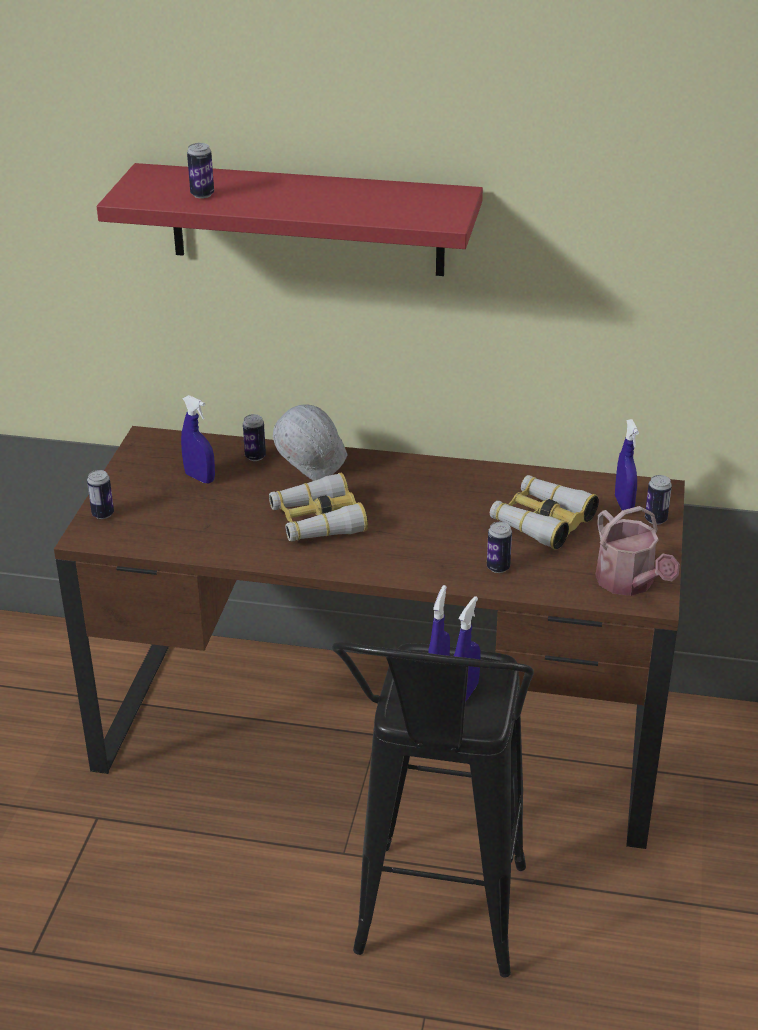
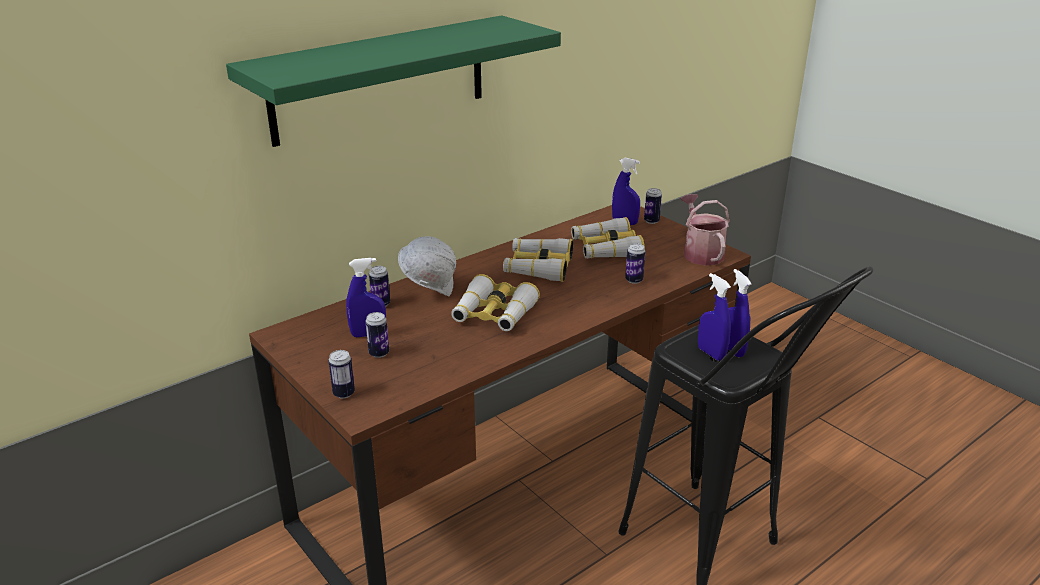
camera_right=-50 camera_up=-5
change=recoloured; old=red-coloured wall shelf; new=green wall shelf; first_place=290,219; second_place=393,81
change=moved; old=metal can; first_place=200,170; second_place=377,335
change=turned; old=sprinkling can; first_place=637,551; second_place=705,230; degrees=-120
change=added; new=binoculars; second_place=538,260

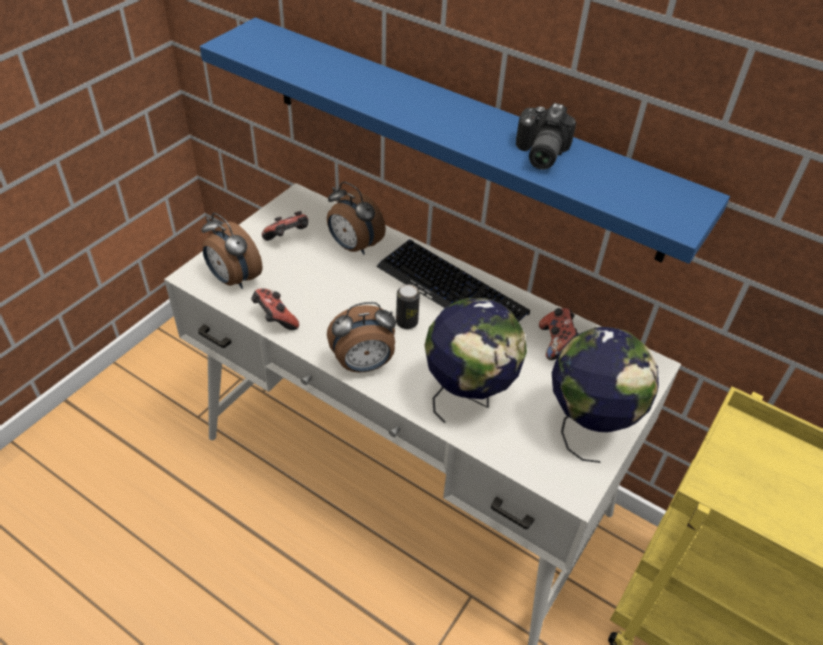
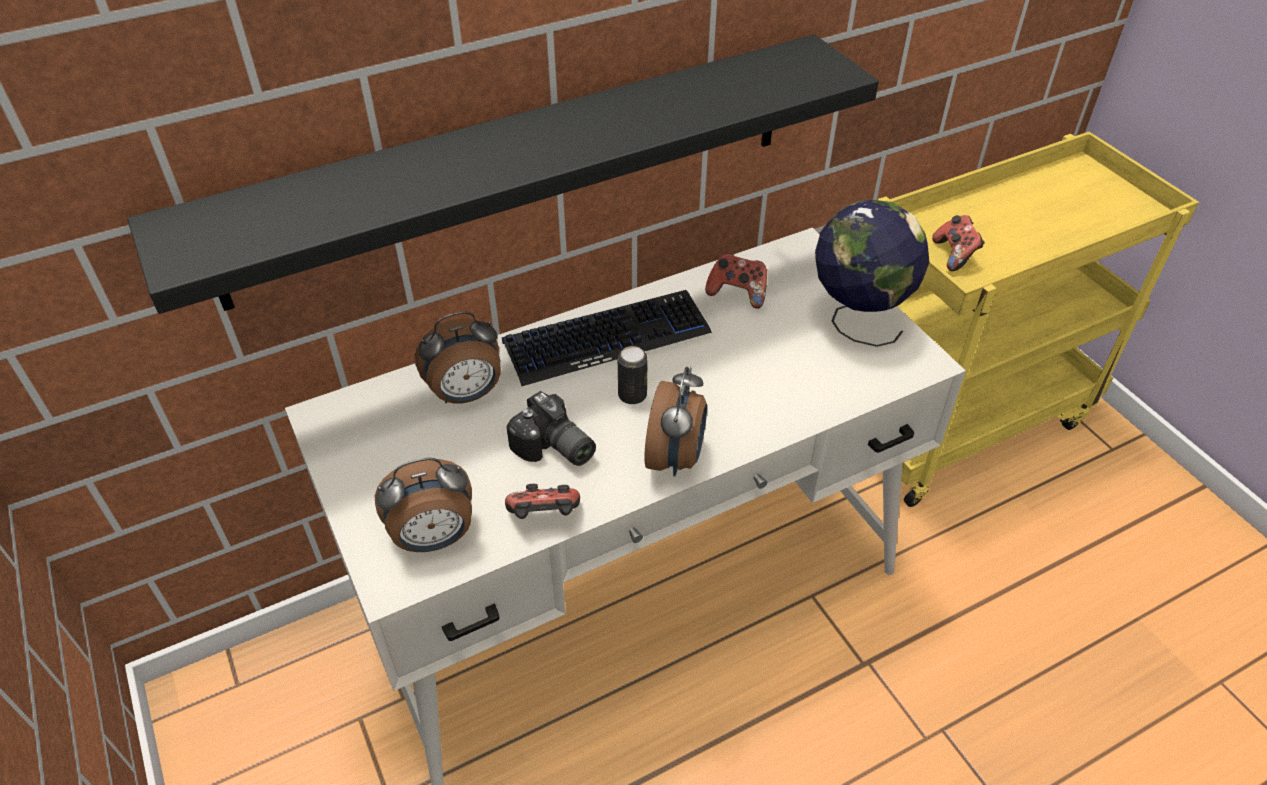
camera_right=-60 camera_up=0
change=recoloured; old=blue-coloured wall shelf; new=black wall shelf; first_place=465,141; second_place=503,174
change=moved; old=joypad; first_place=285,226; second_place=958,243
change=removed; old=world globe; first_place=475,360
change=moved; old=still camera; first_place=546,136; second_place=551,428

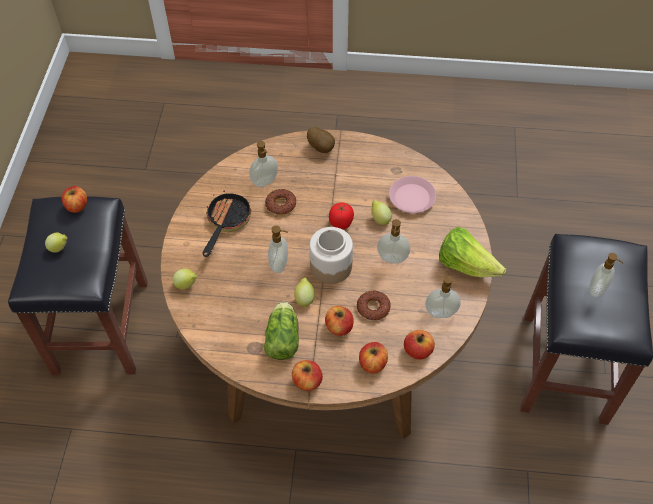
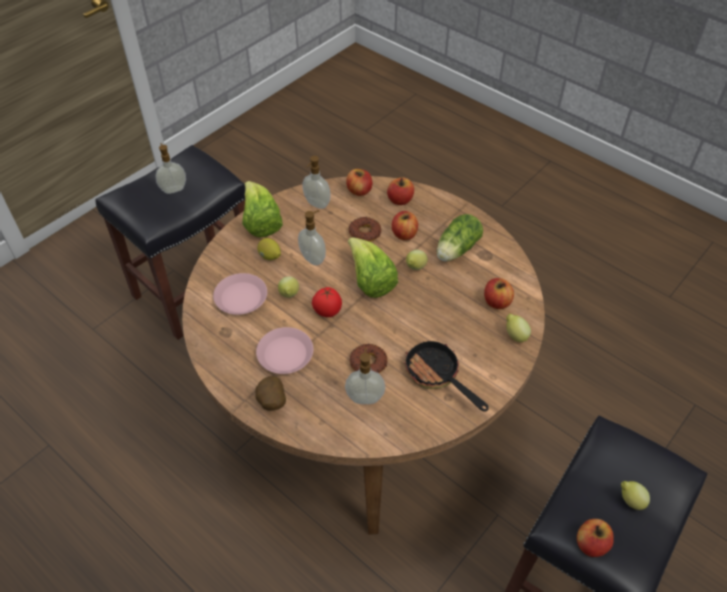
camera_right=-145 camera_up=-5
change=turned; old=frying pan; first_place=227,223; second_place=446,376; degrees=90
change=removed; old=soap bottle; first_place=278,249
change=moved; old=whole apple; first_place=307,375; second_place=499,293
change=replaced; old=storage jar; new=lettuce head; first_place=331,255; second_place=373,267
change=added; new=pink-coloured flat dish; second_place=284,350
change=added; new=whole lemon; second_place=269,249

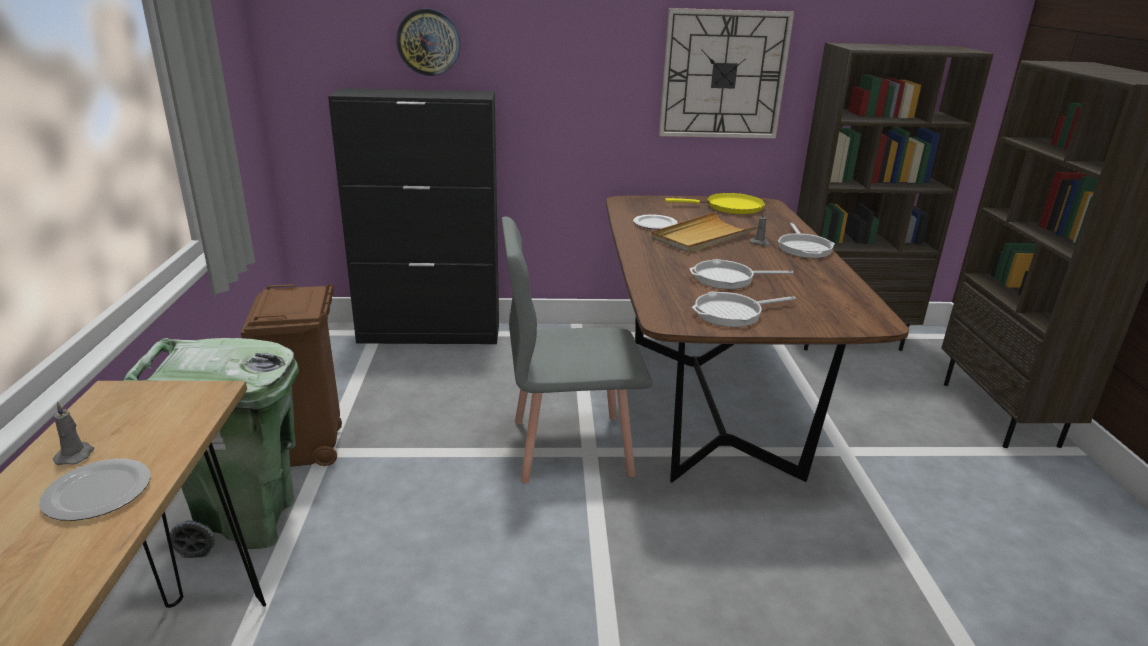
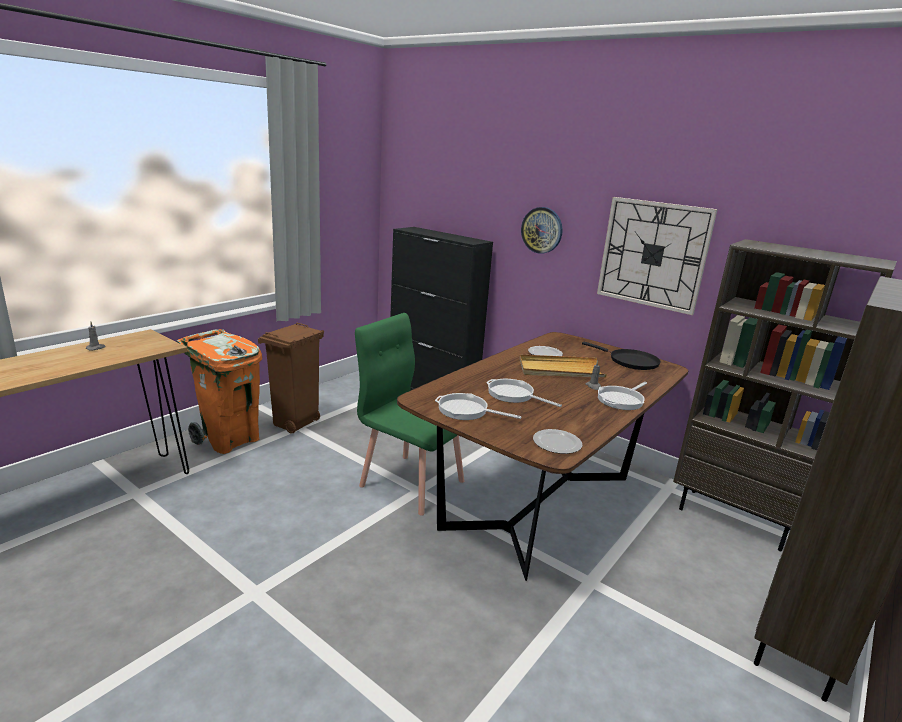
camera_right=40 camera_up=-5
change=moved; old=flat dish; first_place=95,490; second_place=557,441
change=recoloured; old=green waste bin; new=orangey waste bin; first_place=211,448; second_place=219,391
change=moved; old=clock on the wall; first_place=428,42; second_place=542,230
change=recoloured; old=gray chair; new=green chair; first_place=577,349; second_place=409,414
change=recoloured; old=yellowish frying pan; new=black frying pan; first_place=715,203; second_place=621,356

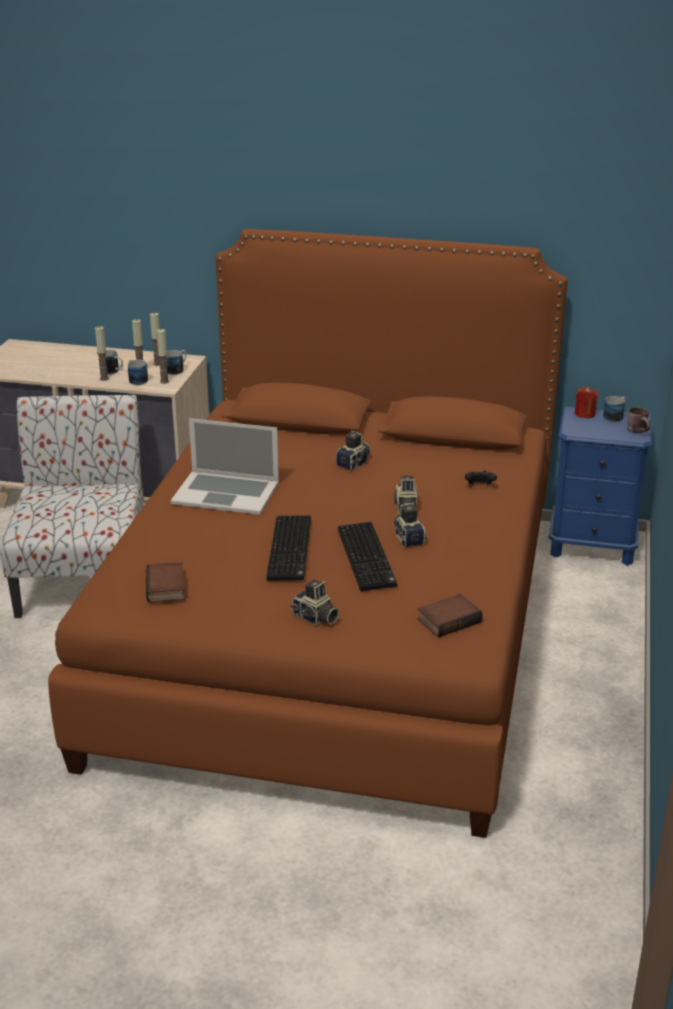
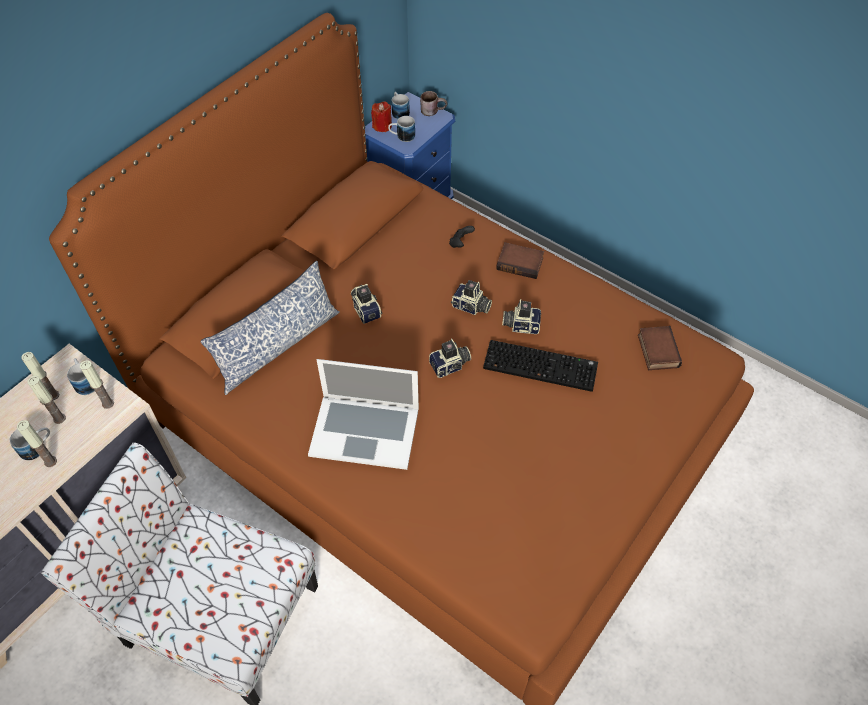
camera_right=-65 camera_up=25
change=moved; old=coffee mug; first_place=138,372; second_place=401,129
change=moved; old=volume; first_place=165,582; second_place=520,260
change=turned; old=laptop; first_place=225,466; second_place=363,414; degrees=60
change=removed; old=keyboard; first_place=288,548
change=moved; old=still camera; first_place=315,602; second_place=450,358
change=added; new=cushion; second_place=270,328

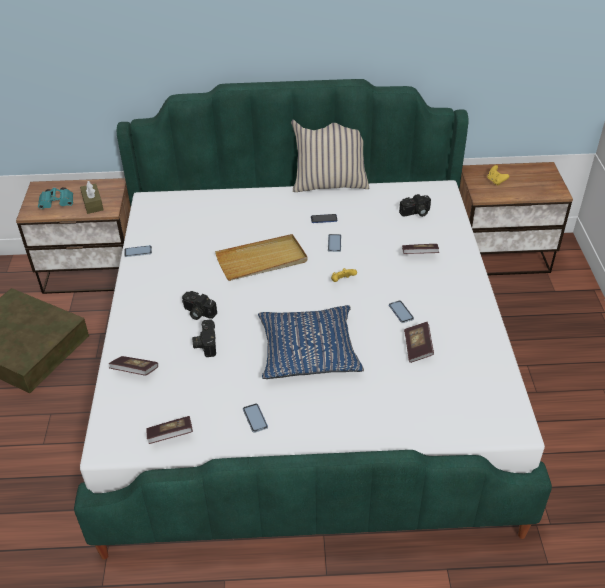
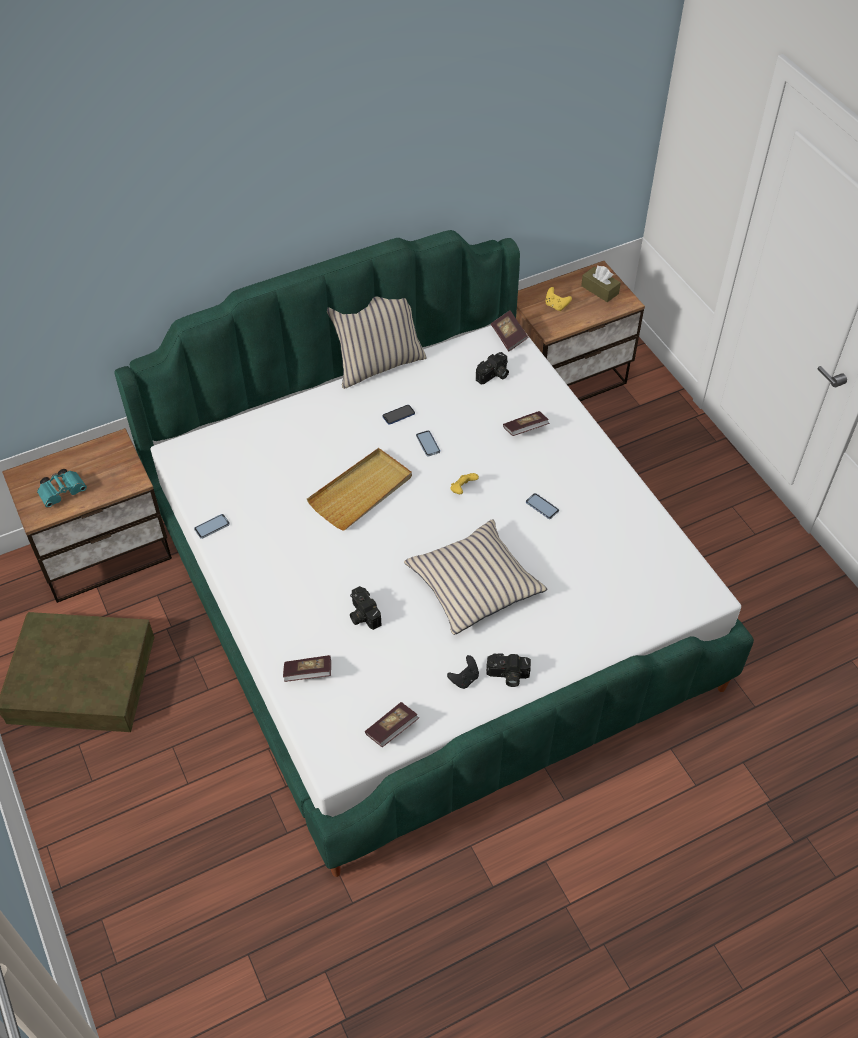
camera_right=-25 camera_up=10
change=moved; old=brown tissue box; first_place=92,197; second_place=601,284
change=moved; old=still camera; first_place=199,305; second_place=508,670
change=replaced; old=telephone; new=black joypad; first_place=255,418; second_place=463,672
change=recoloured; old=blue-coloured cushion; new=sand-coloured cushion; first_place=311,342; second_place=476,577
change=moved; old=volume; first_place=419,342; second_place=510,330

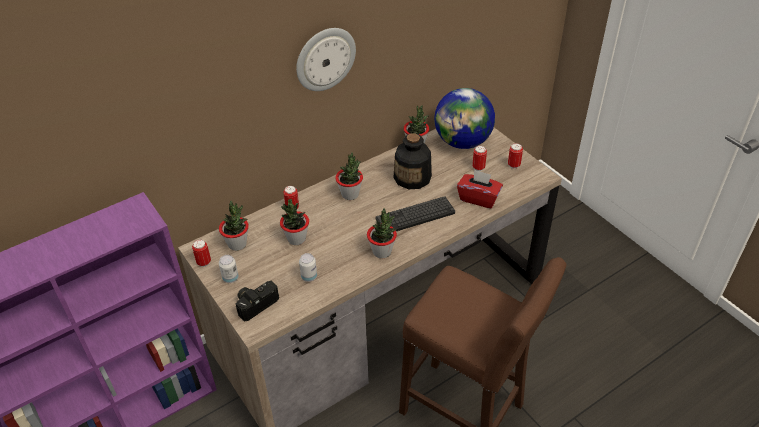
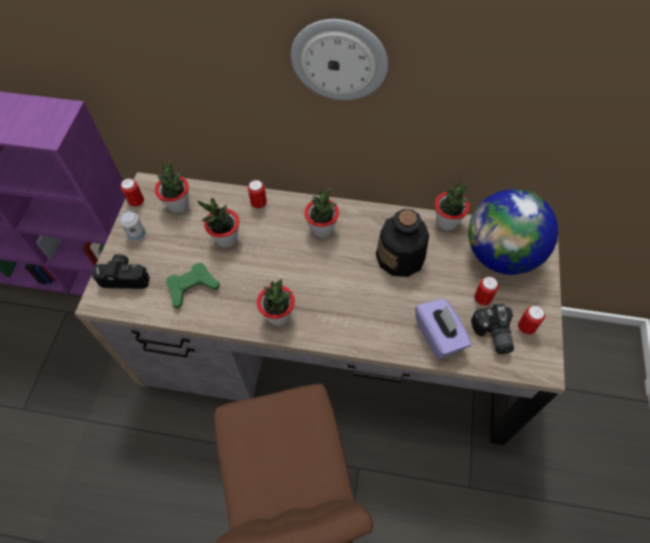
camera_right=45 camera_up=15
change=replaced; old=metal can; new=green joypad; first_place=308,267; second_place=193,286
change=removed; old=keyboard; first_place=415,213
change=recoloured; old=red-coloured tissue box; new=purple-coloured tissue box; first_place=480,189; second_place=443,328
change=added; new=still camera; second_place=492,329

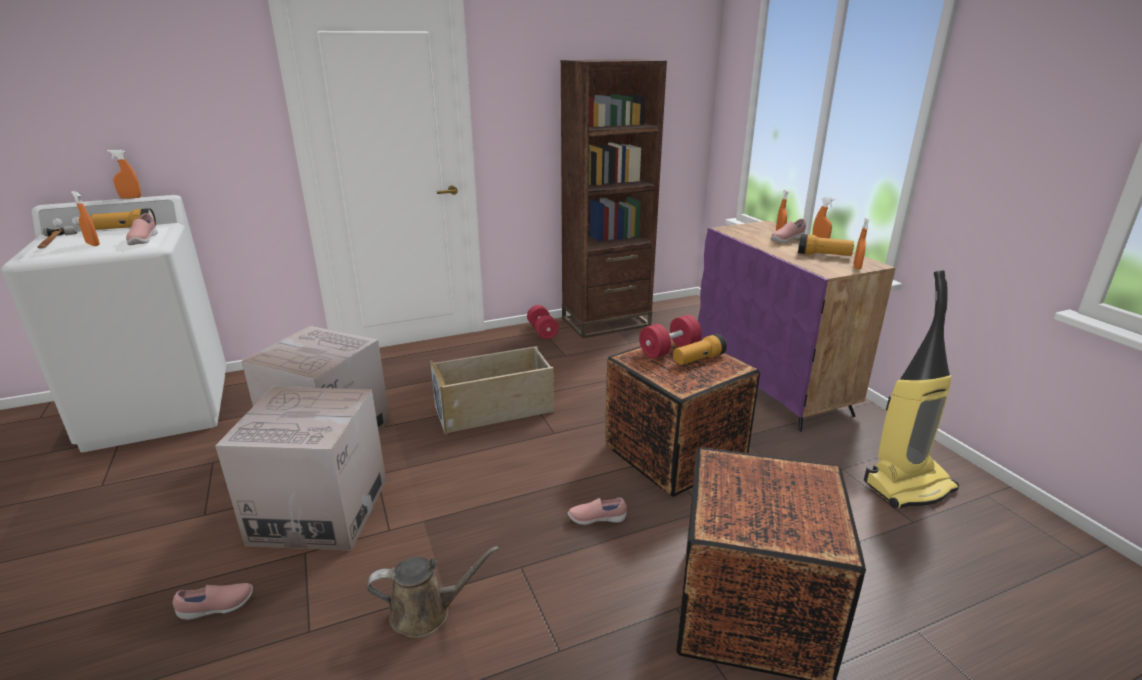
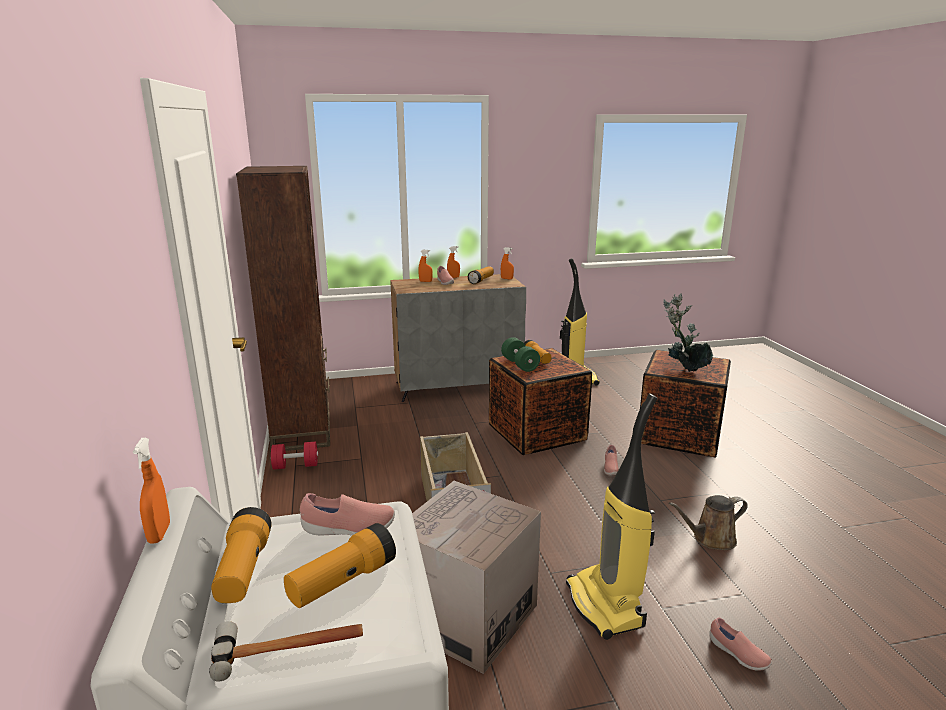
camera_right=-80 camera_up=-5
change=replaced; old=orangey sprayer; new=hand torch; first_place=85,218; second_place=340,565
change=turned; old=pink-coloured item of footwear; first_place=213,601; second_place=740,644; degrees=150
change=replaced; old=packing box; new=vacuum cleaner; first_place=300,468; second_place=612,517
change=turned; old=brown sprinkling can; first_place=433,592; second_place=708,522; degrees=-105
change=recoloured; old=red-coloured dumbbell; new=green dumbbell; first_place=670,336; second_place=520,354
change=recoloured; old=purple-coloured cabinet; new=gray cabinet; first_place=796,326; second_place=458,338
change=added; new=plant in a pot; second_place=688,333

